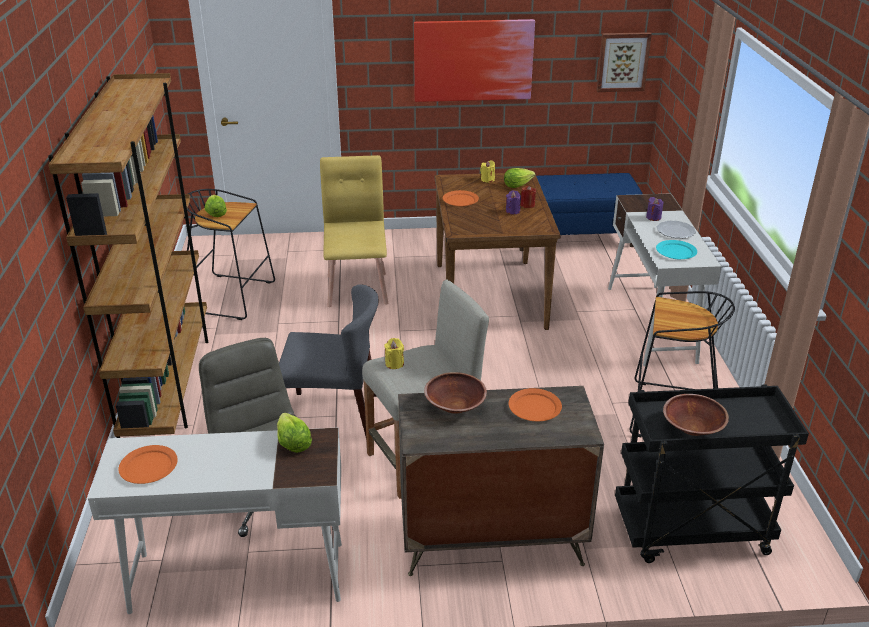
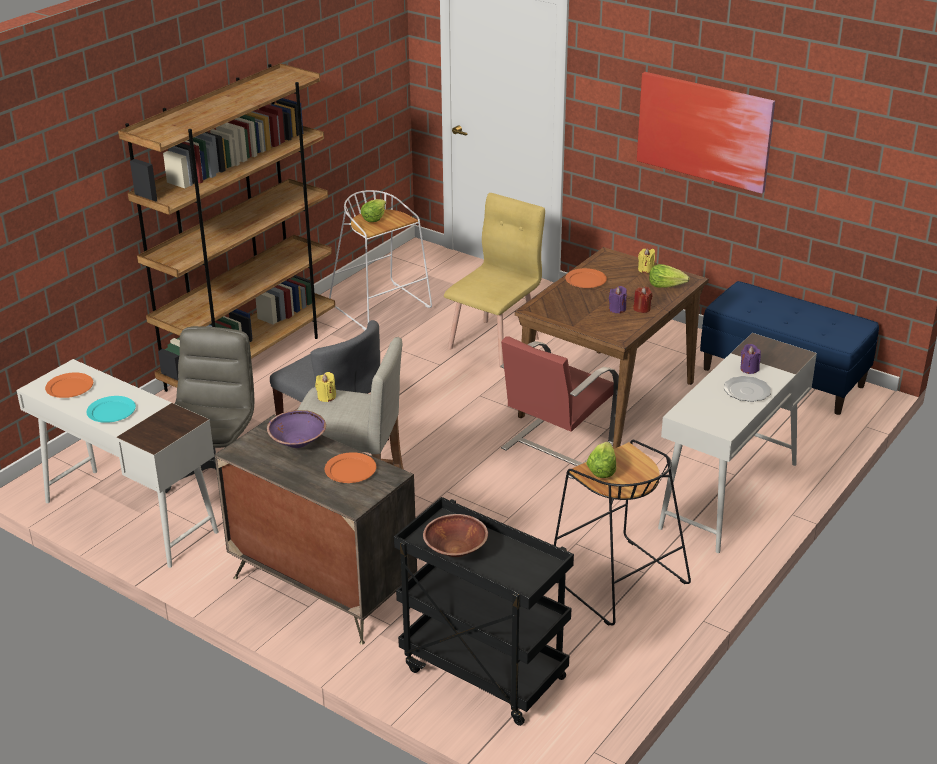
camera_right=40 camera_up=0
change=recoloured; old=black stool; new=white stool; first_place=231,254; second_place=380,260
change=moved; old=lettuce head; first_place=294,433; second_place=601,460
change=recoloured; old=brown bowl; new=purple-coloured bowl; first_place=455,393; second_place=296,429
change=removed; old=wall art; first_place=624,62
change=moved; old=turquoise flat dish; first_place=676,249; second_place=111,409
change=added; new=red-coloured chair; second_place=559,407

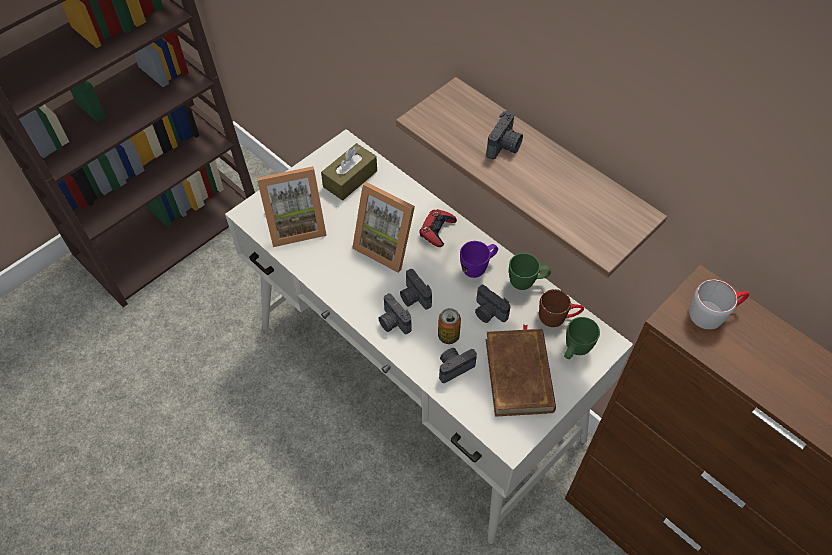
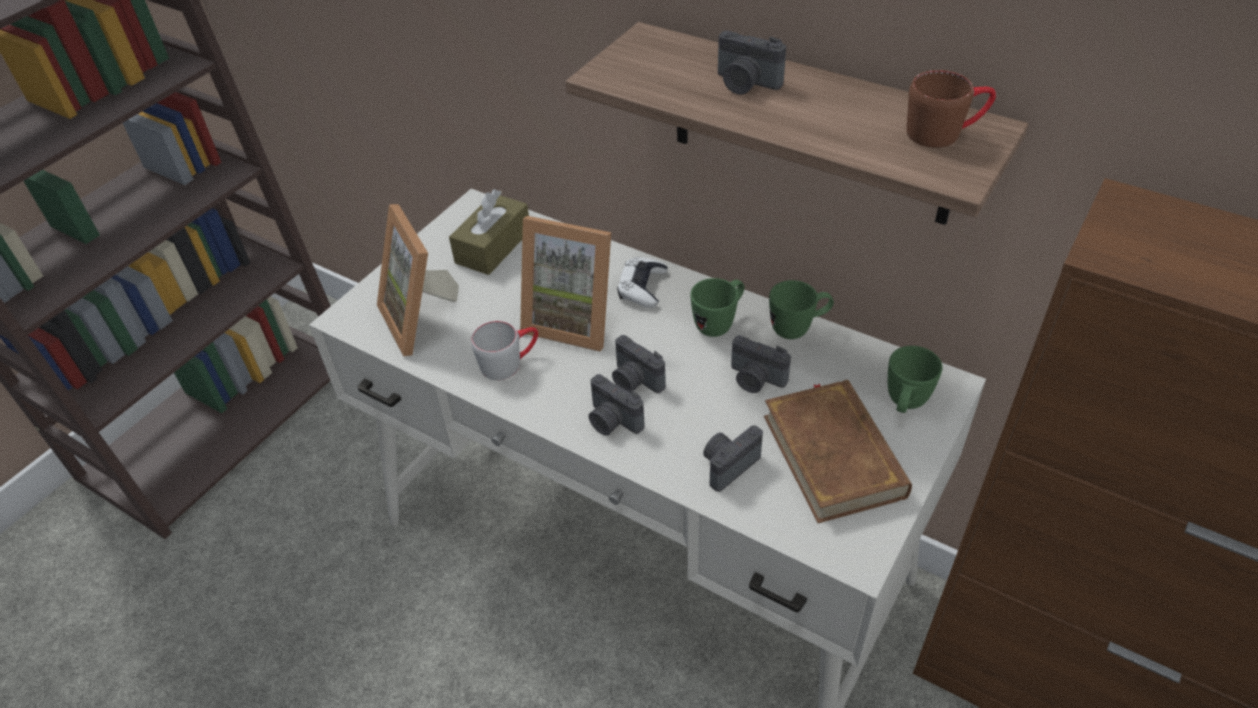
camera_right=-10 camera_up=-10
change=turned; old=standing frame; first_place=292,206; second_place=418,280; degrees=90
change=recoloured; old=red-coloured joypad; new=white joypad; first_place=438,228; second_place=642,282
change=removed; old=metal can; first_place=449,326
change=recoloured; old=purple-coloured coffee mug; new=green coffee mug; first_place=479,259; second_place=717,307
change=turned; old=still camera; first_place=504,135; second_place=752,63; degrees=105
change=moved; old=brown coffee mug; first_place=561,308; second_place=951,109
change=moved; old=gray coffee mug; first_place=719,305; second_place=504,350

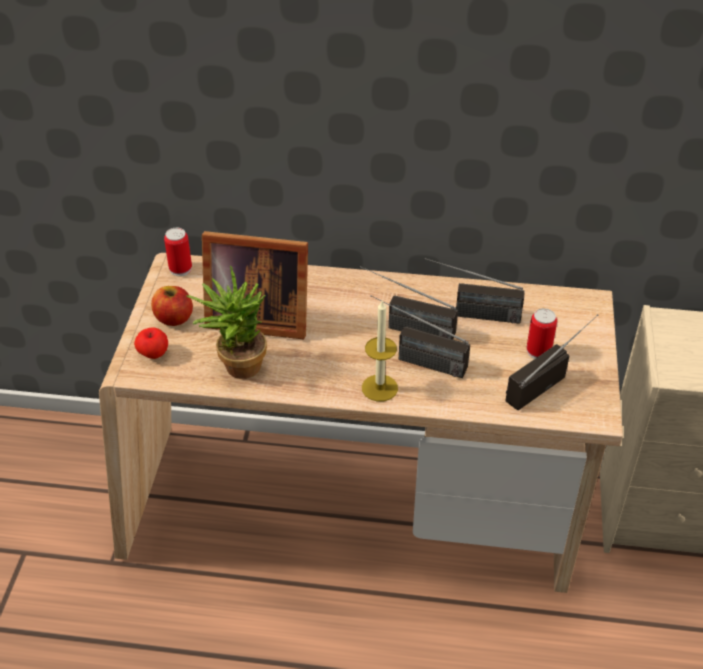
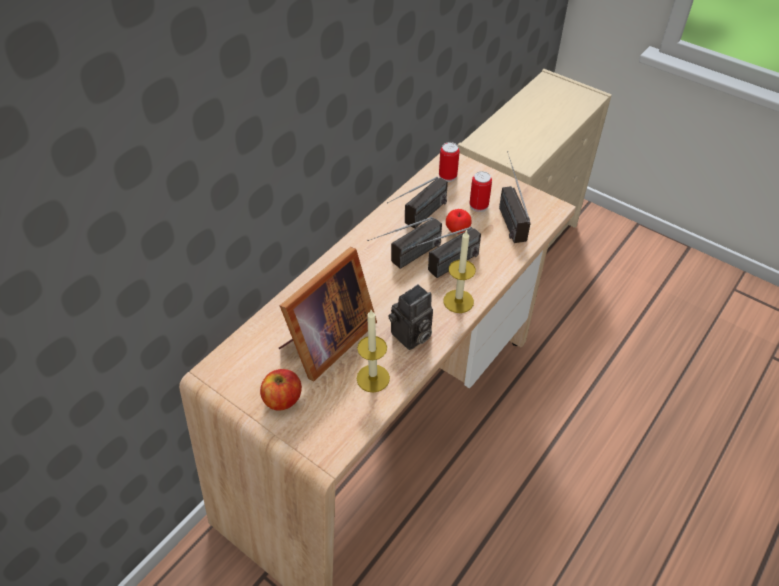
camera_right=-60 camera_up=5
change=moved; old=whole apple; first_place=151,343; second_place=459,221
change=moved; old=metal can; first_place=178,252; second_place=449,162
change=replaced; old=plant in a pot; new=wax candle; first_place=226,322; second_place=373,351
change=added; new=still camera; second_place=410,317

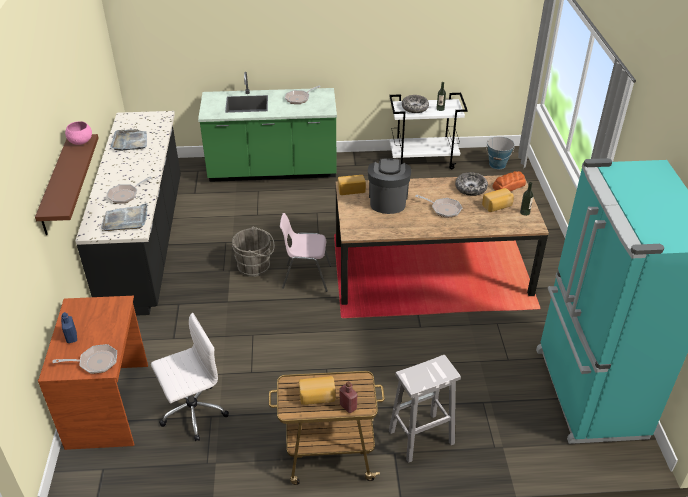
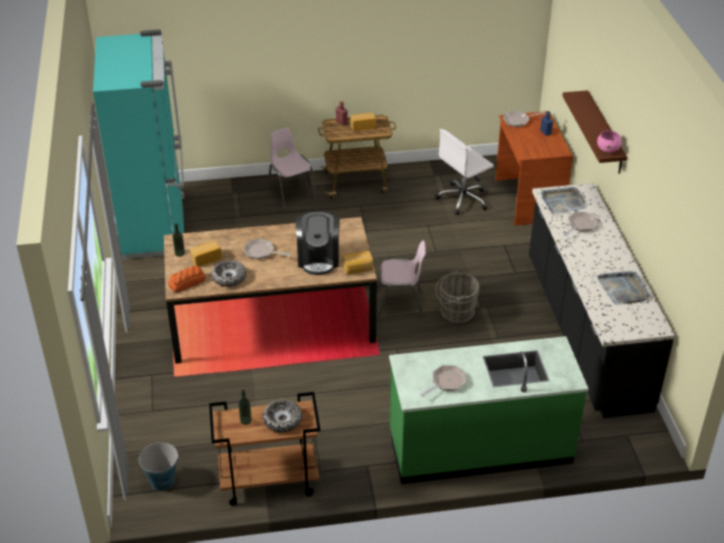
camera_right=175 camera_up=0
change=recoloured; old=white cart; new=brown cart; first_place=428,131; second_place=264,449
change=replaced; old=white stool; new=pink-coloured chair; first_place=425,409; second_place=292,169

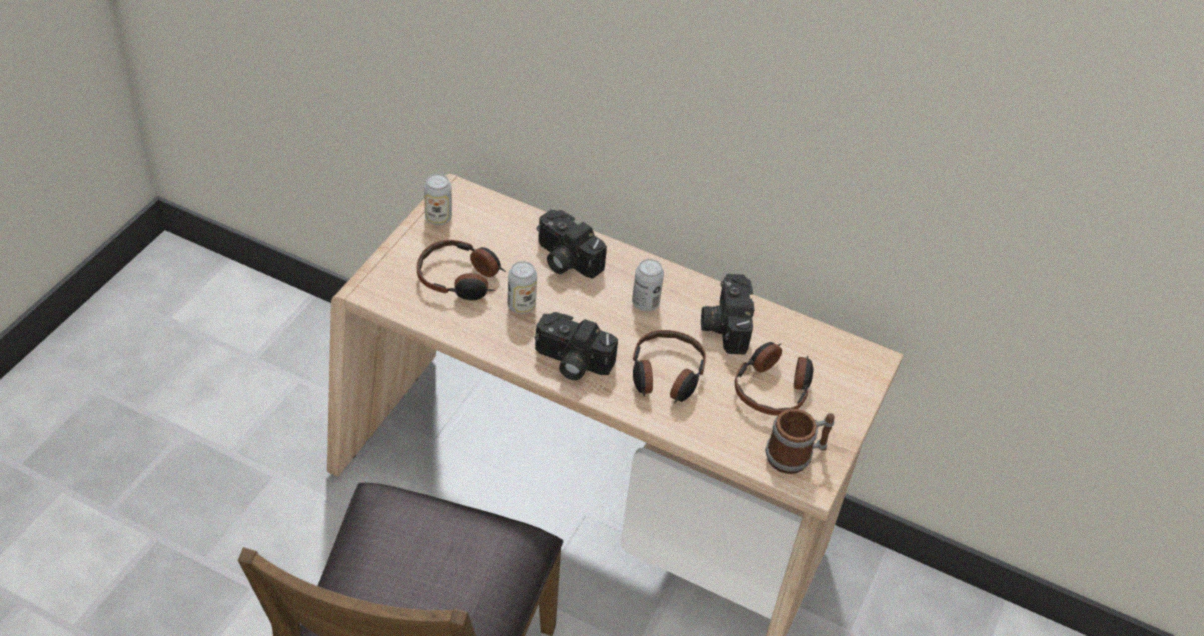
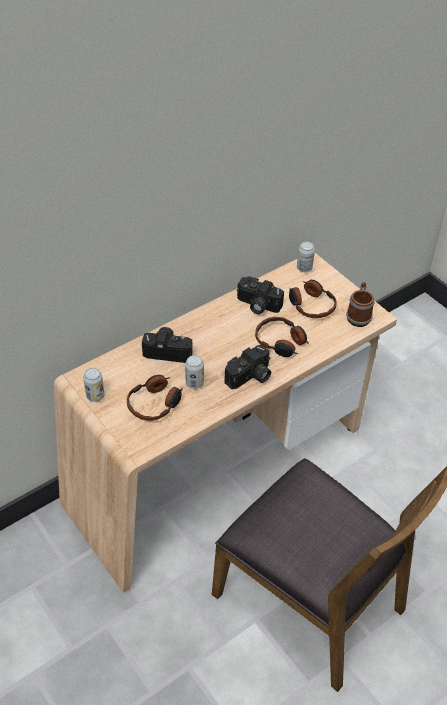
camera_right=-60 camera_up=0
change=turned; old=still camera; first_place=572,244; second_place=167,345; degrees=-150
change=moved; old=metal can; first_place=648,285; second_place=306,257

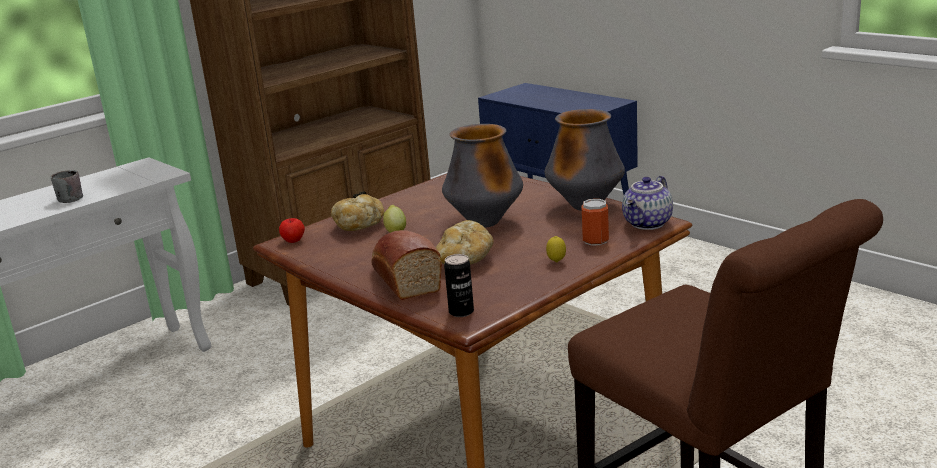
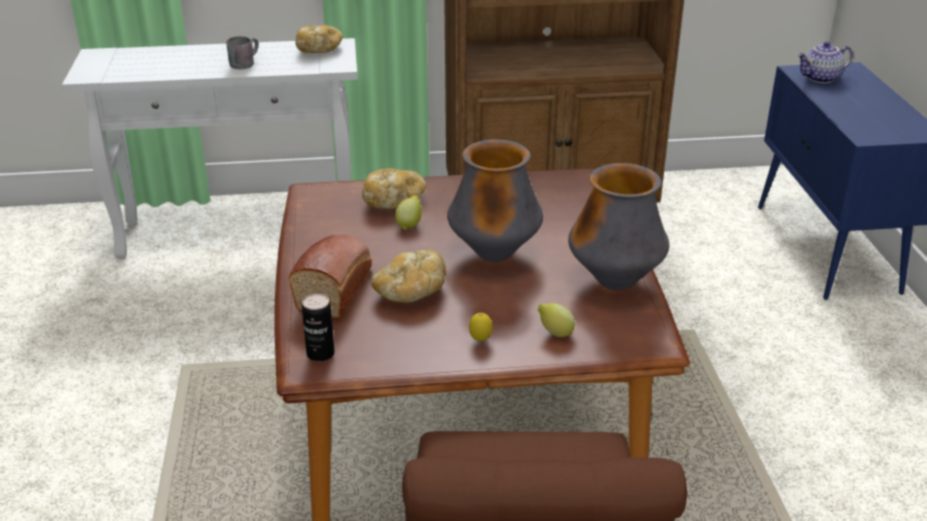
camera_right=35 camera_up=10
change=removed; old=whole apple; first_place=292,230
change=replaced; old=metal can; new=whole lemon; first_place=595,222; second_place=556,320
change=moved; old=teapot; first_place=647,203; second_place=825,62
change=added; new=bread; second_place=319,39

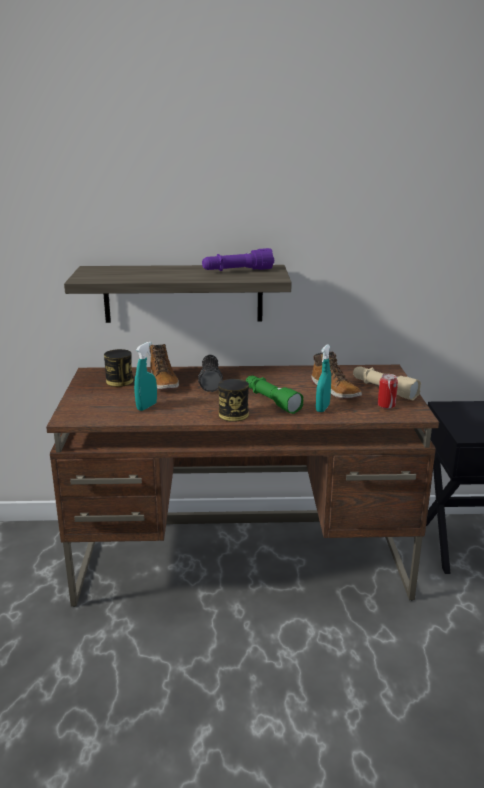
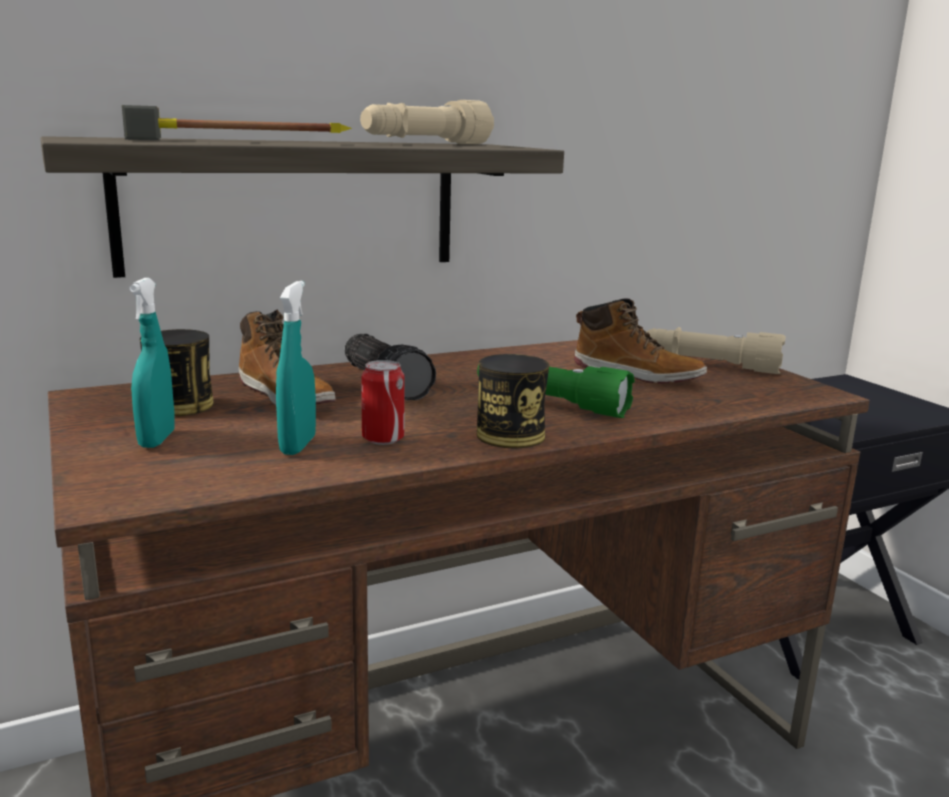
camera_right=-25 camera_up=-5
change=recoloured; old=purple-coloured hand torch; new=sand-coloured hand torch; first_place=238,259; second_place=427,122
change=moved; old=turquoise sprayer; first_place=323,378; second_place=152,363
change=moved; old=metal can; first_place=388,391; second_place=383,402
change=added; new=tool hammer; second_place=237,122

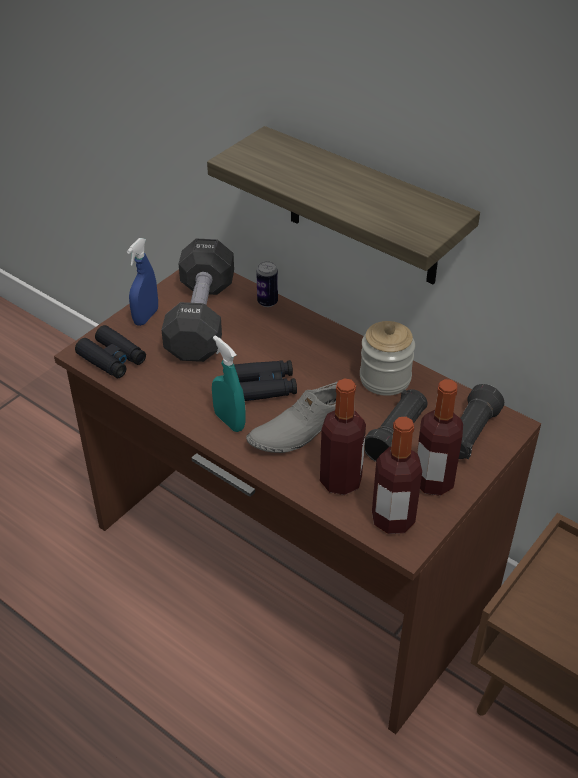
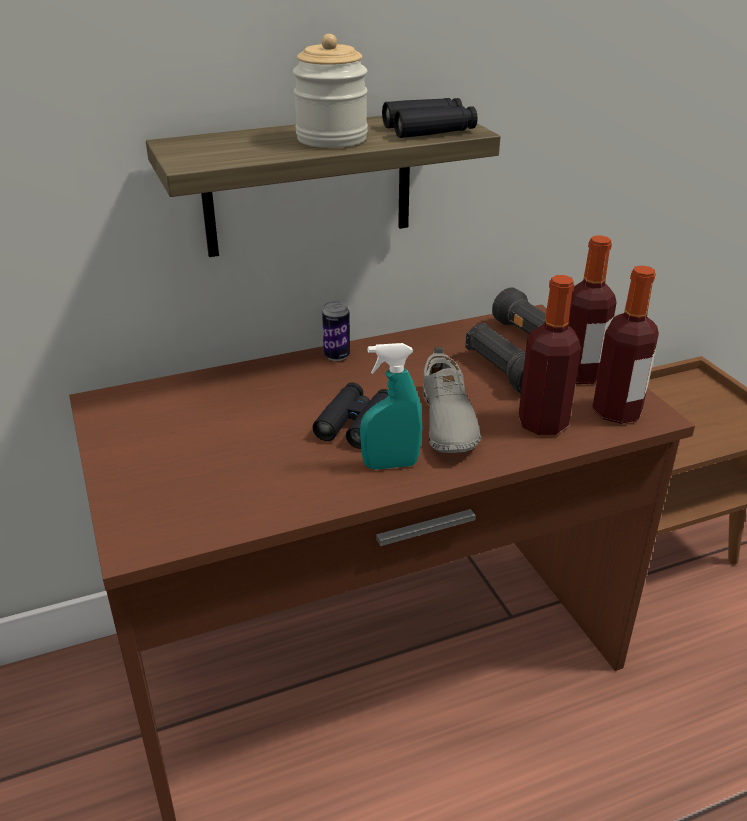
camera_right=-60 camera_up=-10
change=moved; old=black binoculars; first_place=110,351; second_place=430,118
change=removed; old=blue-coloured sprayer; first_place=142,282
change=removed; old=black dumbbell; first_place=197,300
change=moved; old=metal can; first_place=267,284; second_place=336,331
change=moved; old=storage jar; first_place=387,358; second_place=330,91

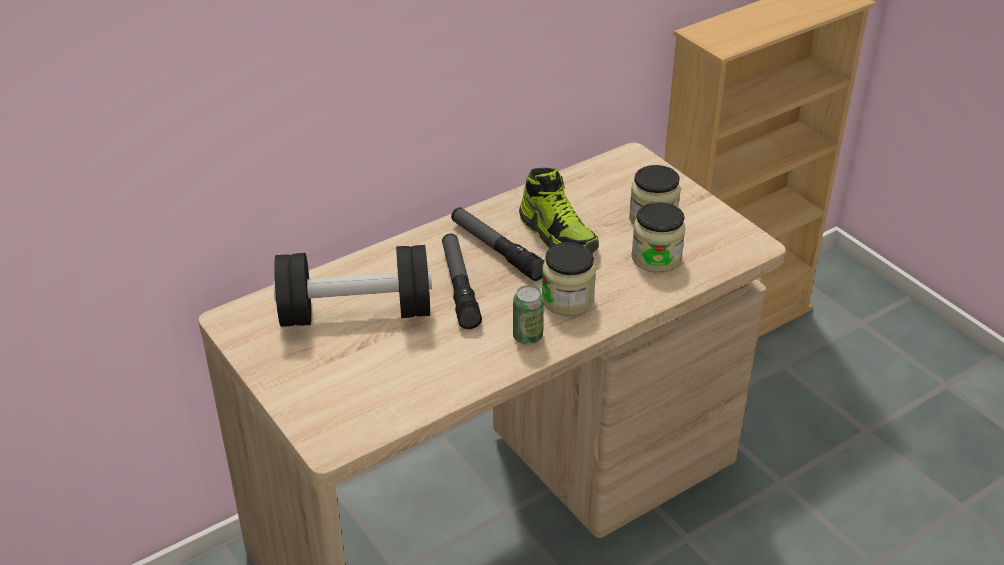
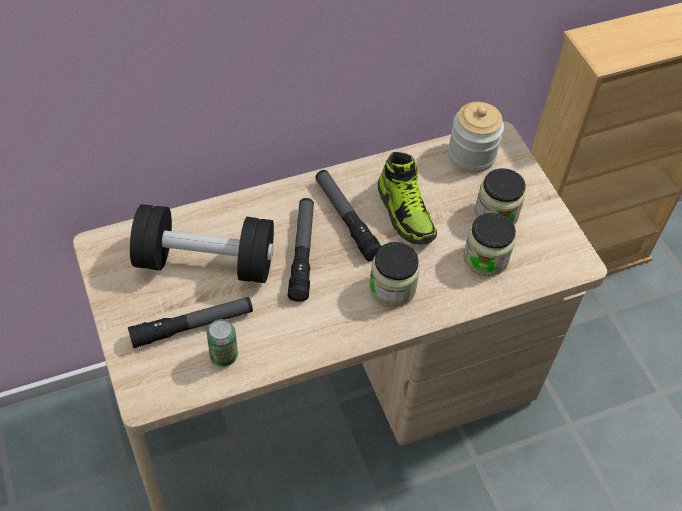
camera_right=10 camera_up=15
change=moved; old=metal can; first_place=528,315; second_place=222,343
change=added; new=hand torch; second_place=190,322
change=added; new=storage jar; second_place=476,137

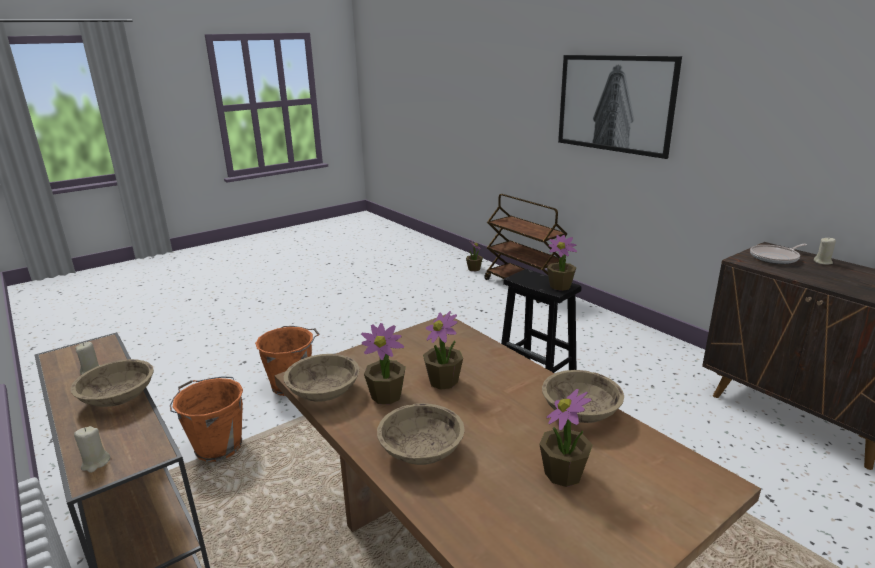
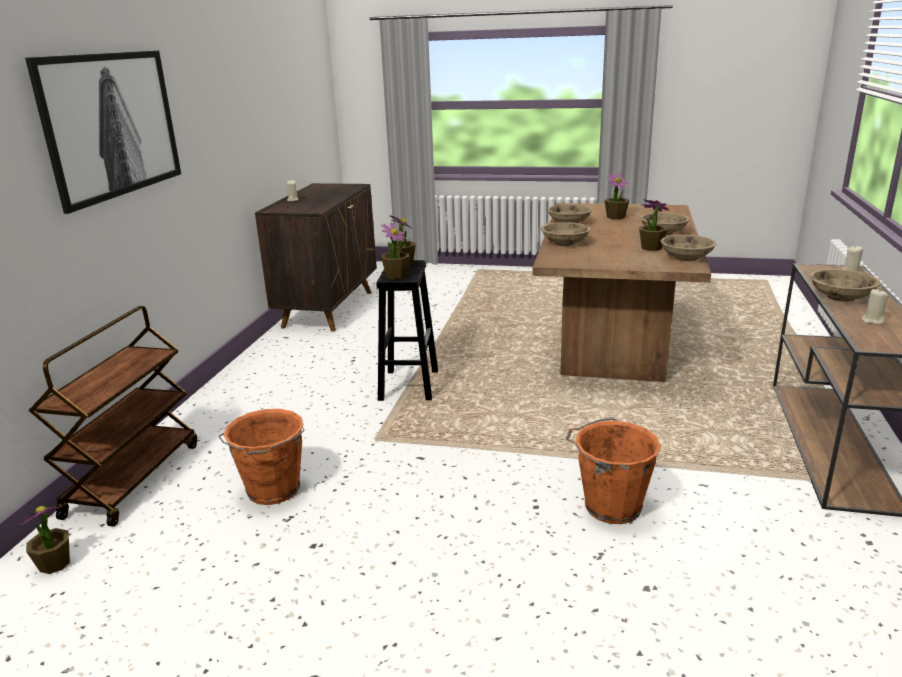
camera_right=-130 camera_up=0
change=moved; old=orangey bucket; first_place=206,419; second_place=261,457
change=moved; old=plant in a pot; first_place=443,350; second_place=395,250
change=removed; old=frying pan; first_place=778,254
change=added; new=sand-coloured bowl; second_place=566,234

